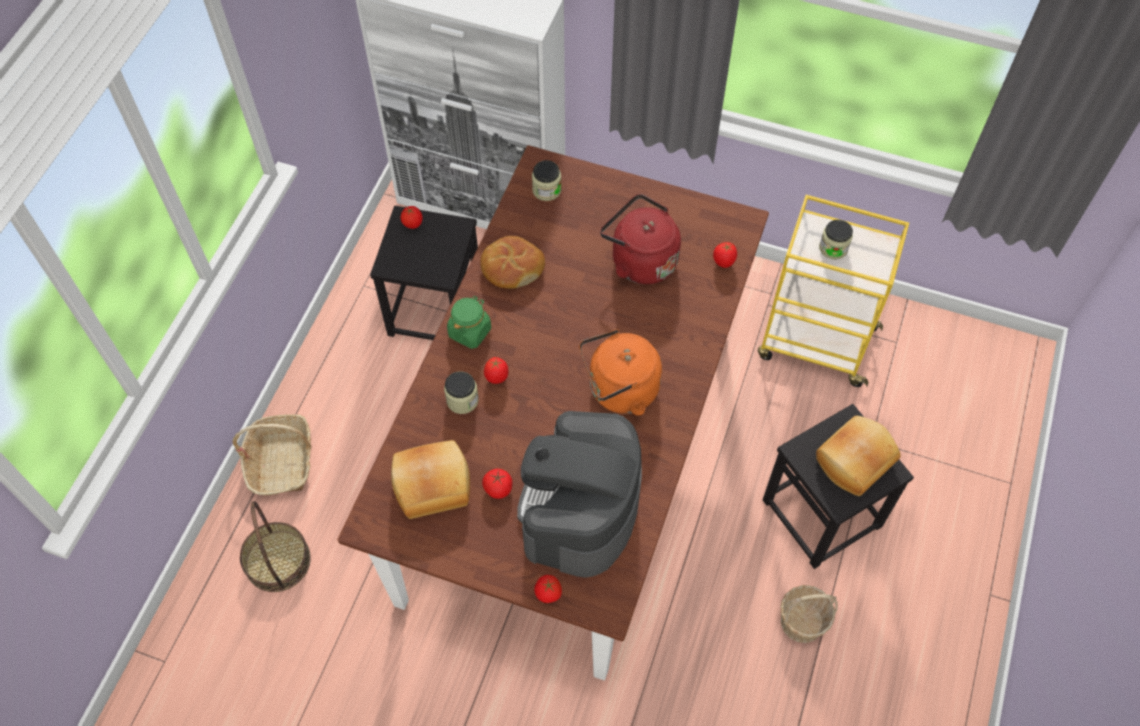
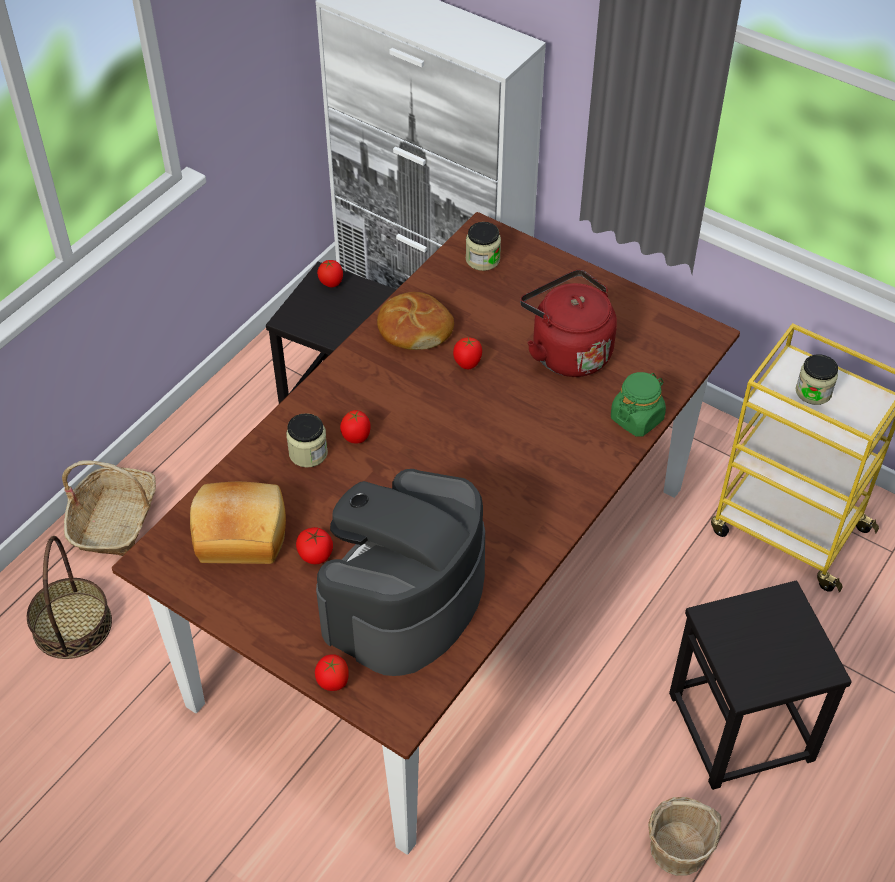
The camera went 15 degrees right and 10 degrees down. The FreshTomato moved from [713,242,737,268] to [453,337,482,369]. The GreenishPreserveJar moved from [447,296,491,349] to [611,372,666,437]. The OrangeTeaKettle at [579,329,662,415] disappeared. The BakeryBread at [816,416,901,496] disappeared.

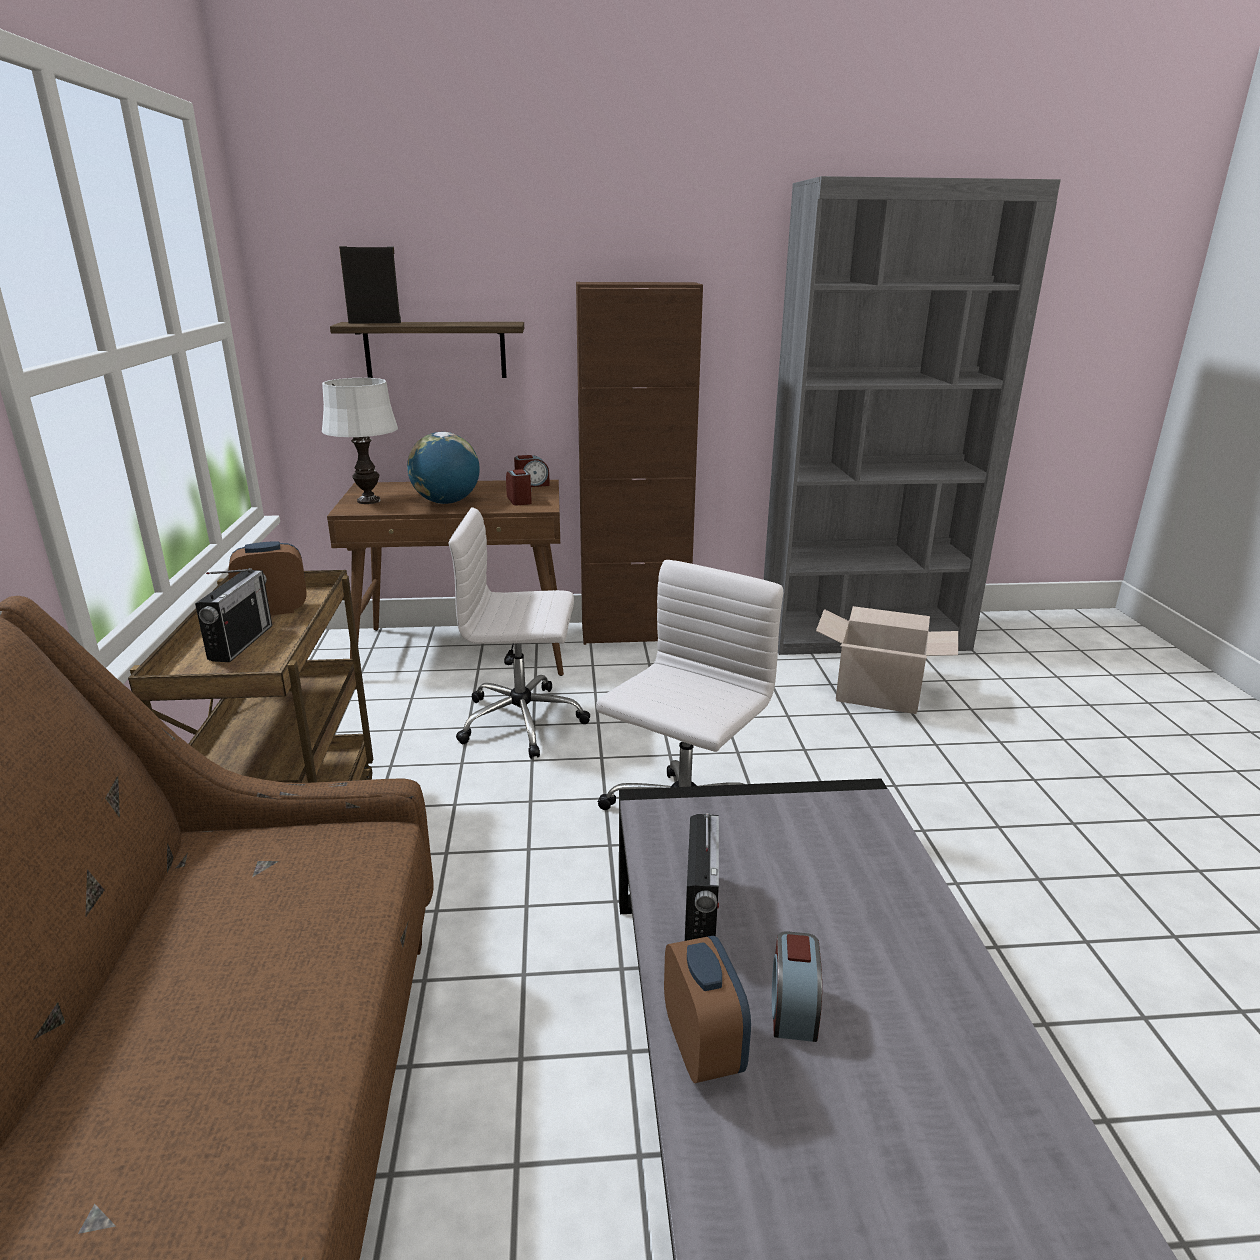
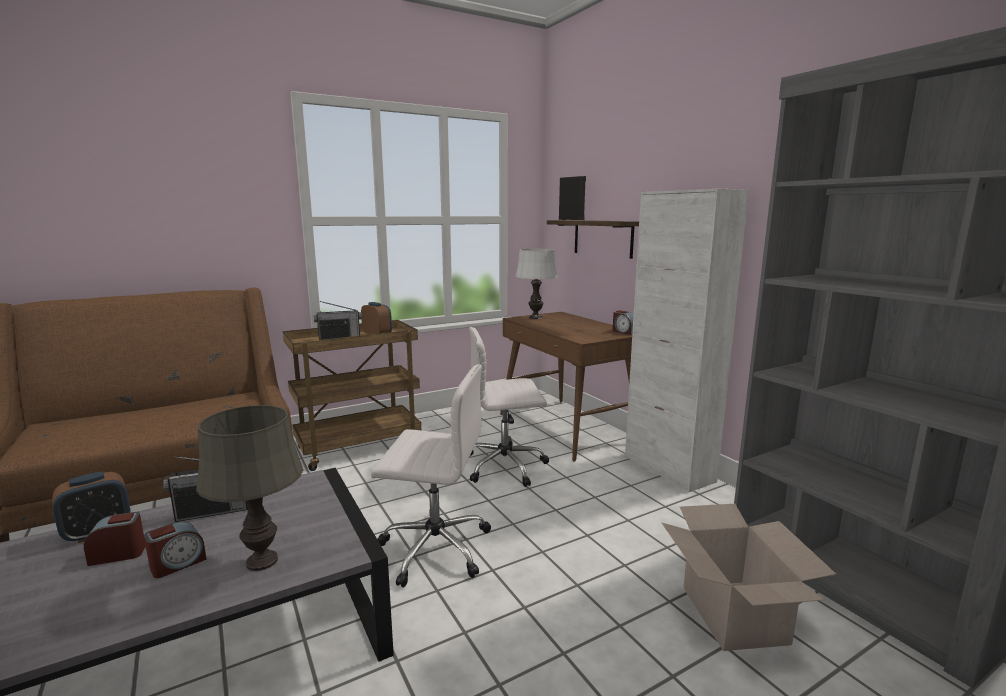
The camera went 65 degrees right and 10 degrees down. The AlarmClock moved from [506,469,532,505] to [144,522,207,578]. The GrayTabletopLamp at [196,405,303,571] appeared. The WhiteOfficeChair at [449,507,590,759] turned 75 degrees counterclockwise. The BrownishCabinet at [576,282,703,645] became the WhiteCabinet at [625,189,749,492]. The Globe at [407,432,480,504] disappeared.

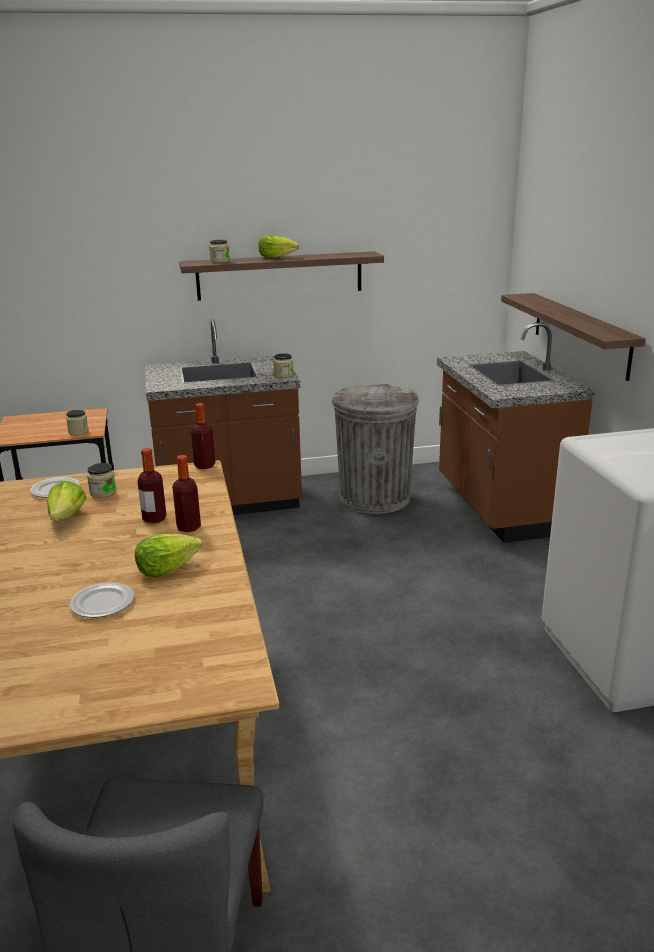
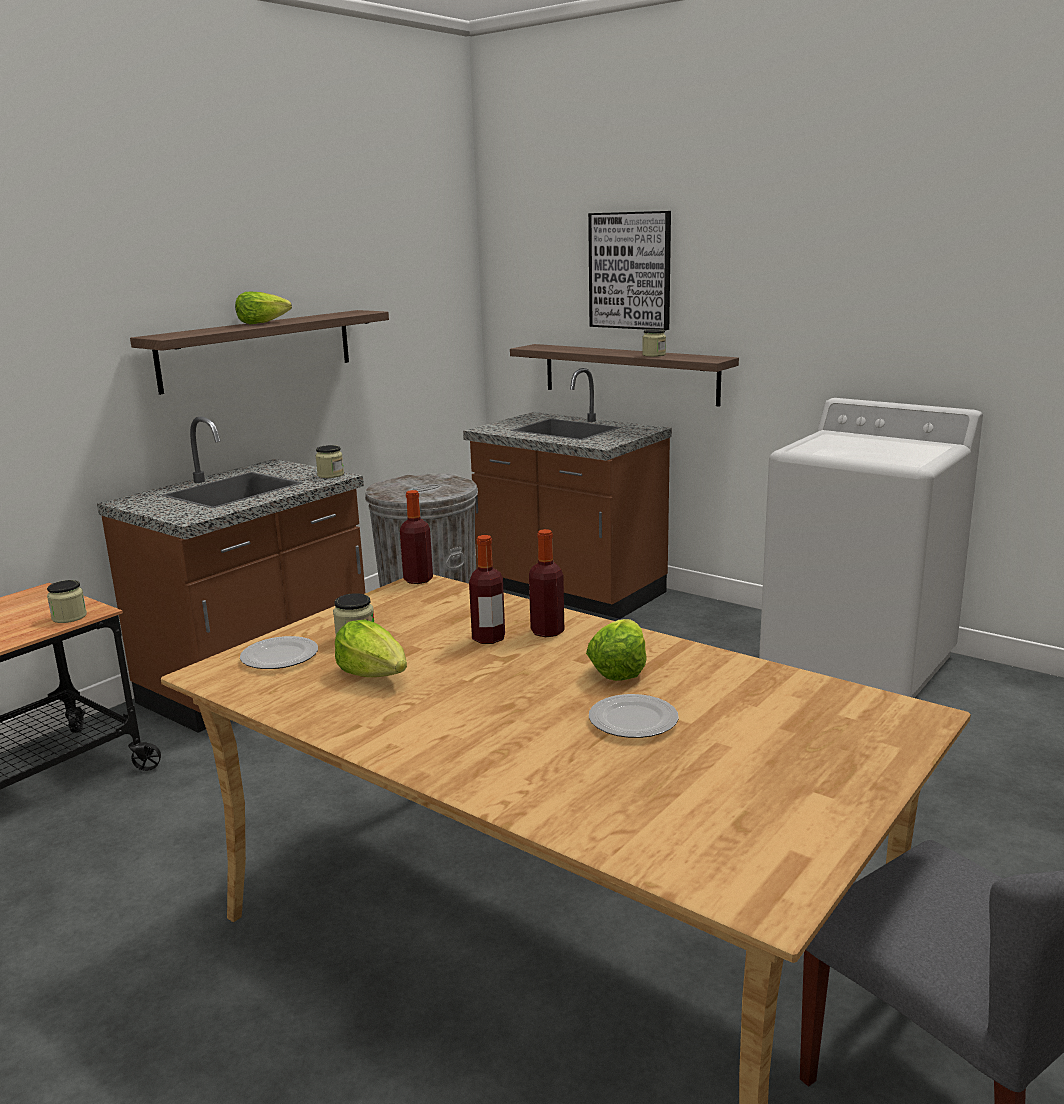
The camera went 40 degrees left and 5 degrees down. The WallPicture at [588,211,671,330] appeared. The PreserveJar moved from [209,240,230,263] to [642,329,666,357].

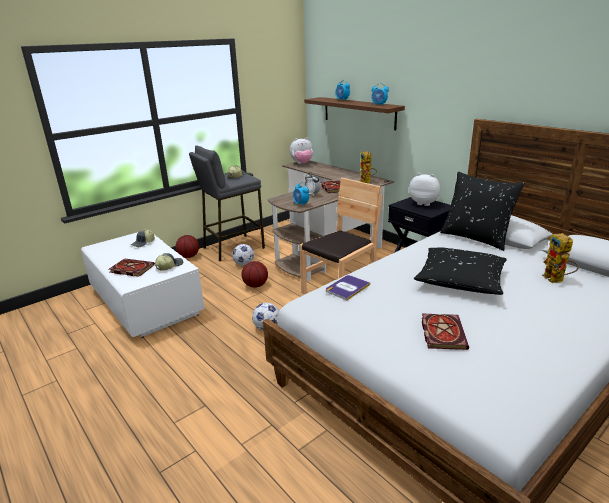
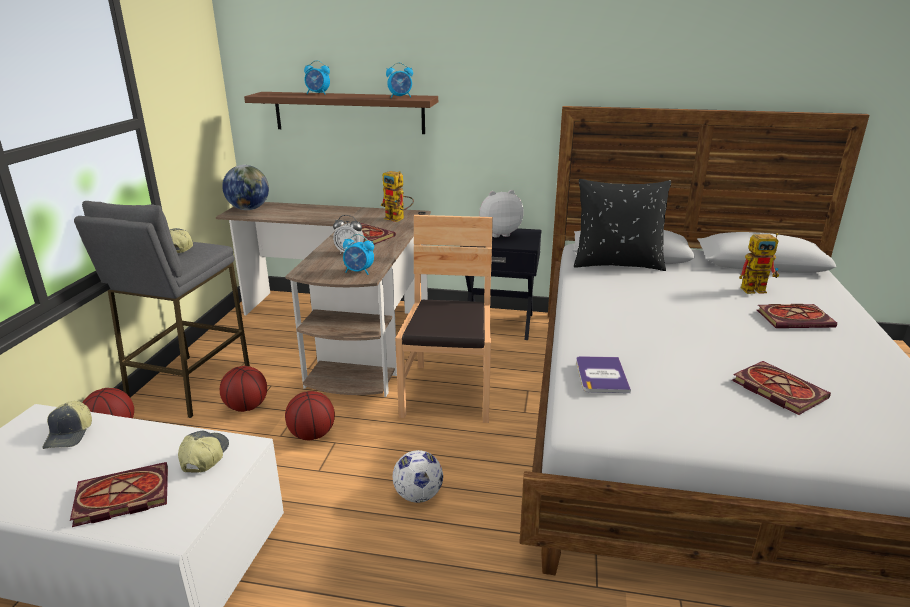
The camera went 40 degrees left and 0 degrees up. The FootballBall at [232,244,254,266] was replaced by the Basketball at [220,366,267,412]. The PlushToy at [290,137,313,164] was replaced by the Globe at [222,165,269,210]. The ToyRobot at [542,233,579,283] turned 45 degrees counterclockwise. The BoundBook at [757,304,837,328] appeared. The BlackThrowPillow at [414,247,507,295] disappeared.

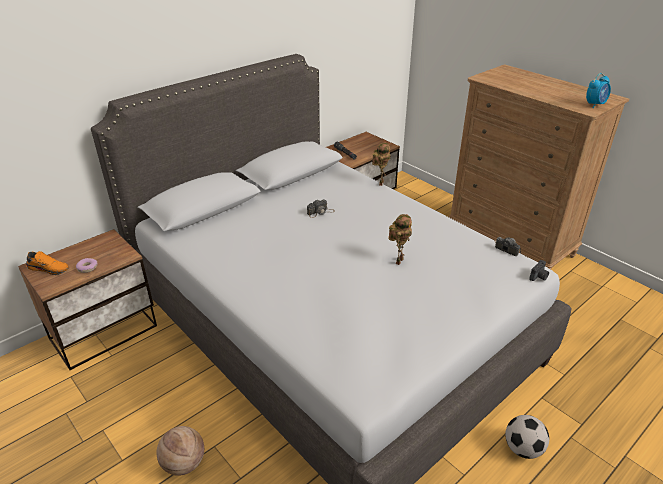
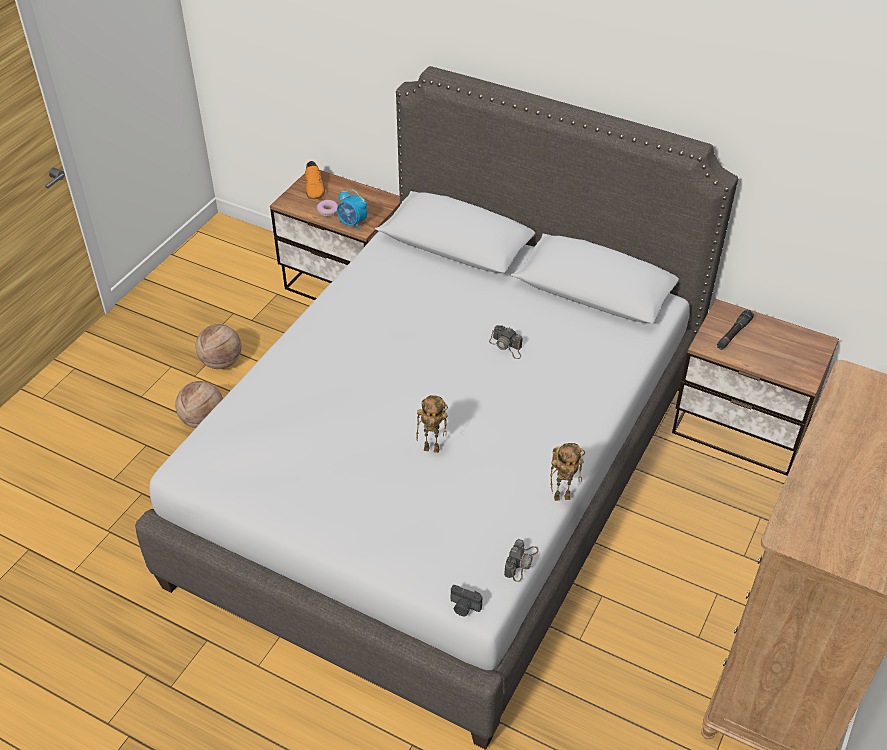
The camera went 70 degrees right and 10 degrees up. The Basketball at [196,324,242,369] appeared. The AlarmClock moved from [586,73,611,108] to [337,189,368,230]. The ToyRobot moved from [372,143,391,186] to [550,443,585,501]. The FootballBall at [505,415,549,459] disappeared.

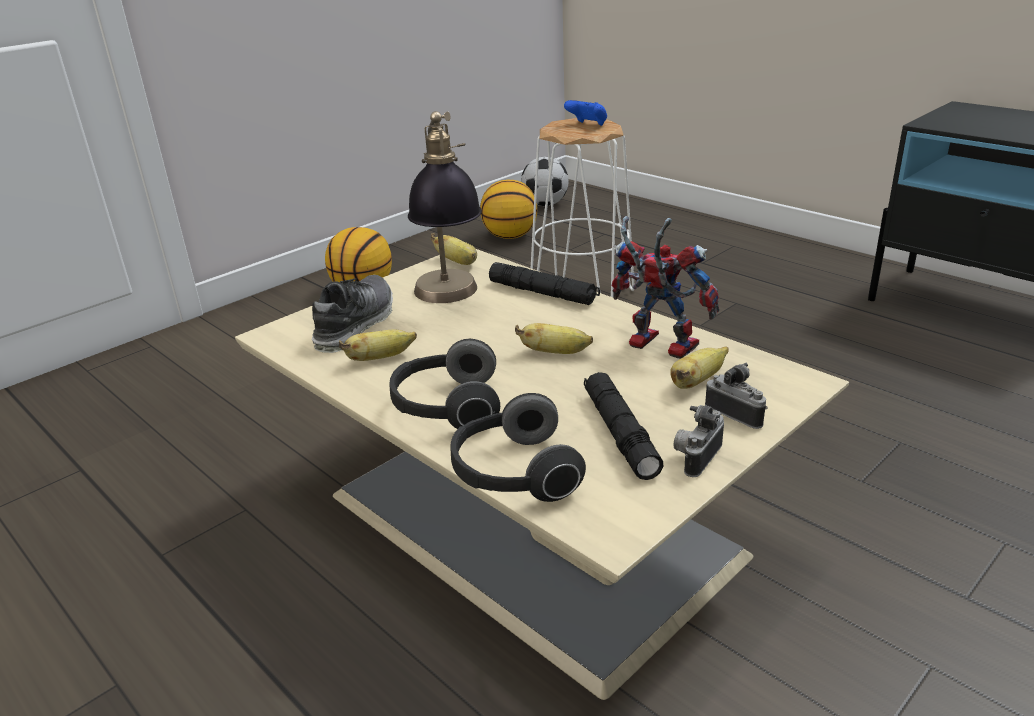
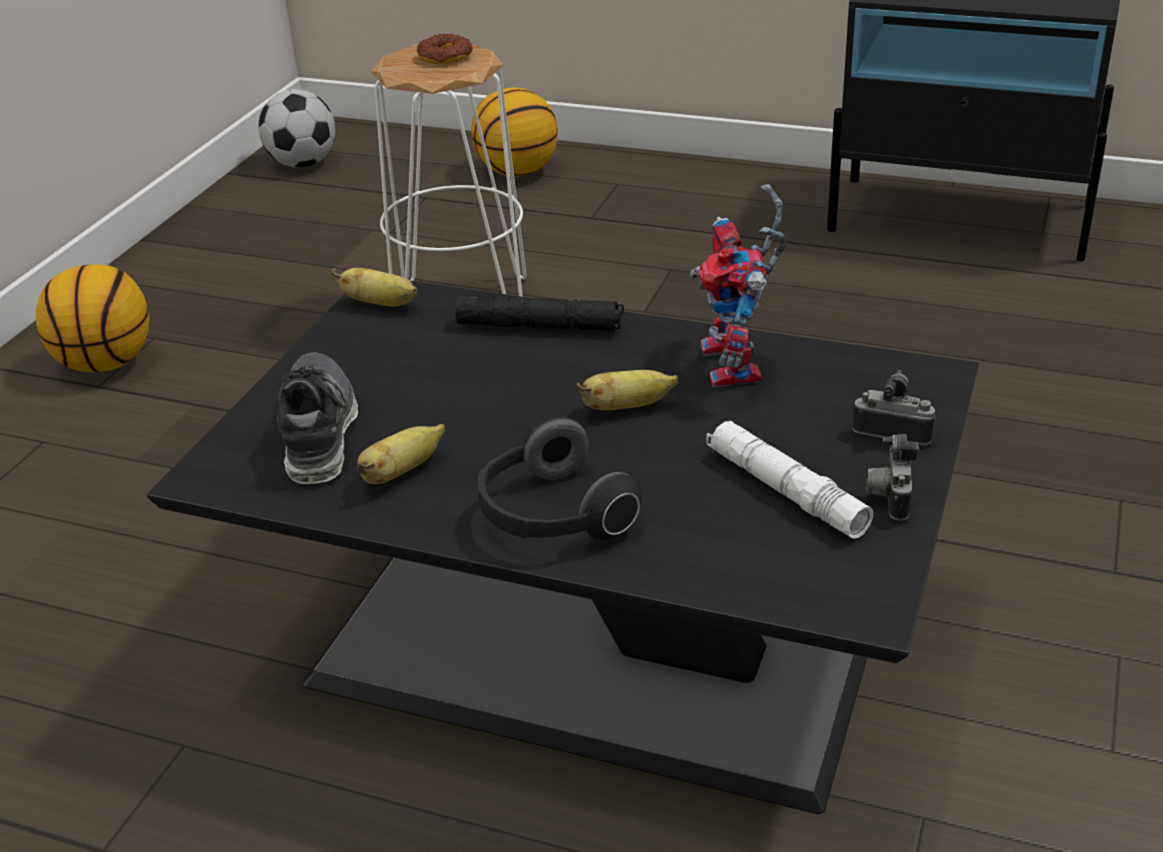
The camera went 25 degrees left and 5 degrees up. The BeigeColouredLowTable at [235,249,849,700] became the BlackLowTable at [147,281,979,814]. The BlueGameController at [564,100,607,126] was replaced by the Donut at [417,34,473,64]. The Basketball moved from [480,180,538,239] to [471,87,558,177]. The ToyRobot at [611,216,719,359] turned 105 degrees counterclockwise. The BlackHandTorch at [584,372,664,480] became the WhiteHandTorch at [706,421,873,539]. The TabletopLamp at [408,111,482,303] disappeared. The PairOfHeadphones at [450,393,586,502] disappeared. The WholeBanana at [671,347,729,389] disappeared.

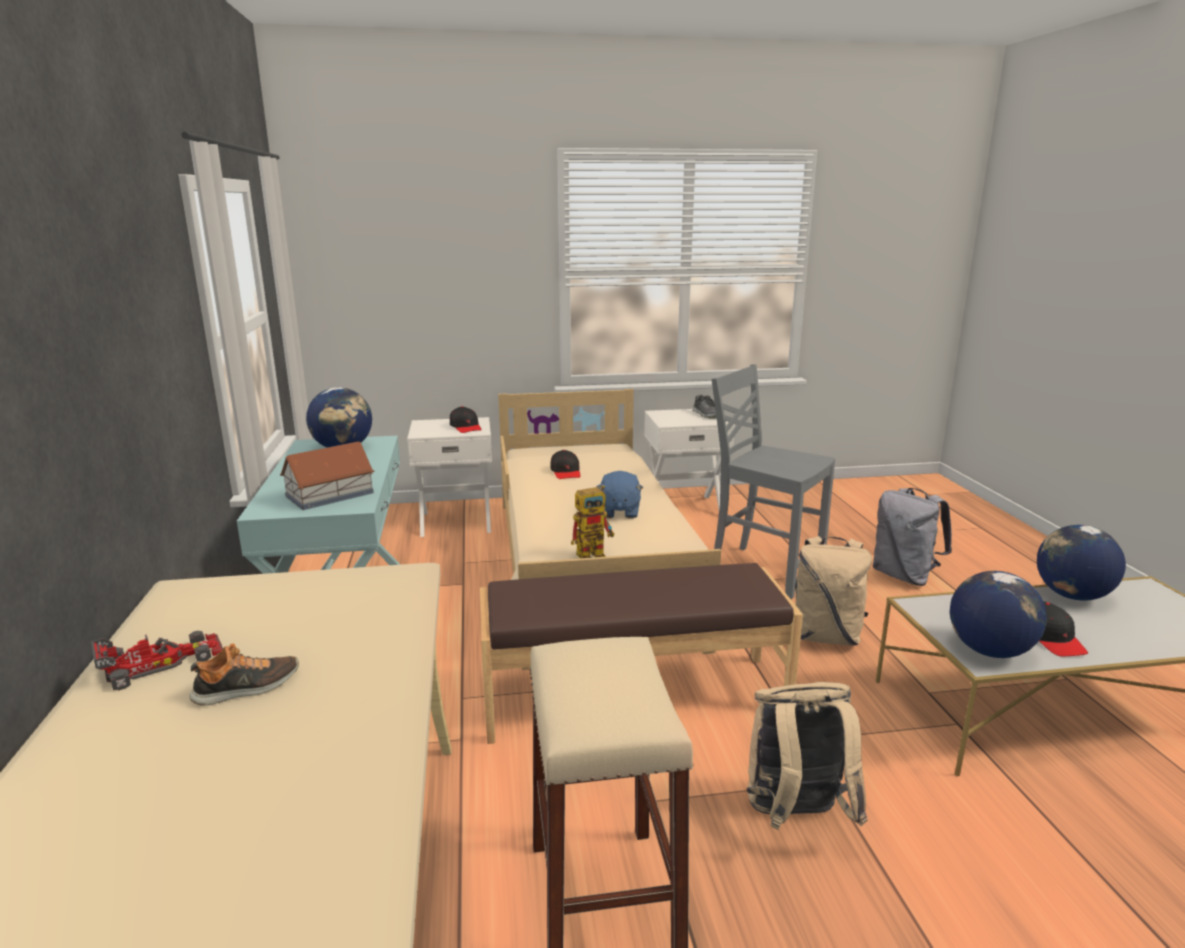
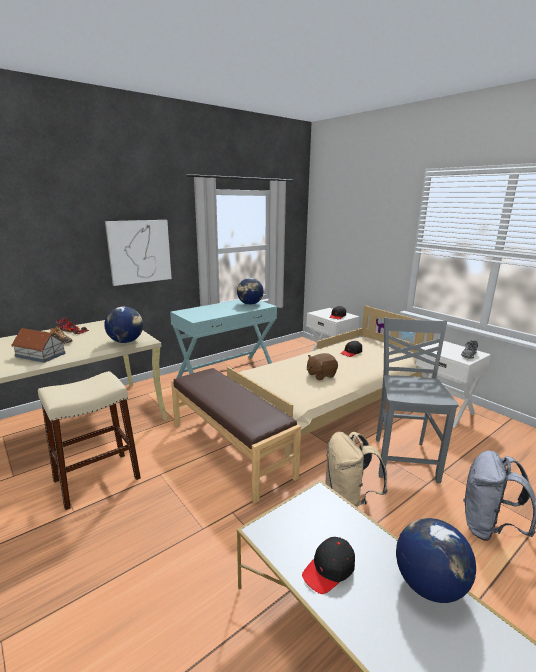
The camera went 60 degrees right and 0 degrees up. The ModelHouse moved from [280,441,374,510] to [11,328,65,363]. The Globe moved from [950,571,1047,658] to [104,307,143,343]. The WallPicture at [105,220,172,286] appeared. The BluePlushToy at [597,471,643,518] became the BrownishPlushToy at [307,353,338,380]. The ToyRobot at [571,485,614,559] disappeared. The BeigeColouredBackpack at [747,682,868,830] disappeared.

